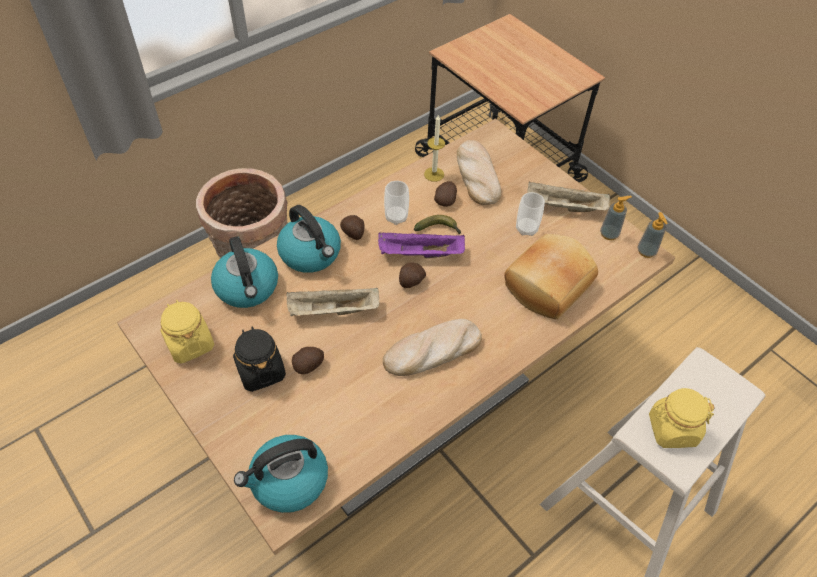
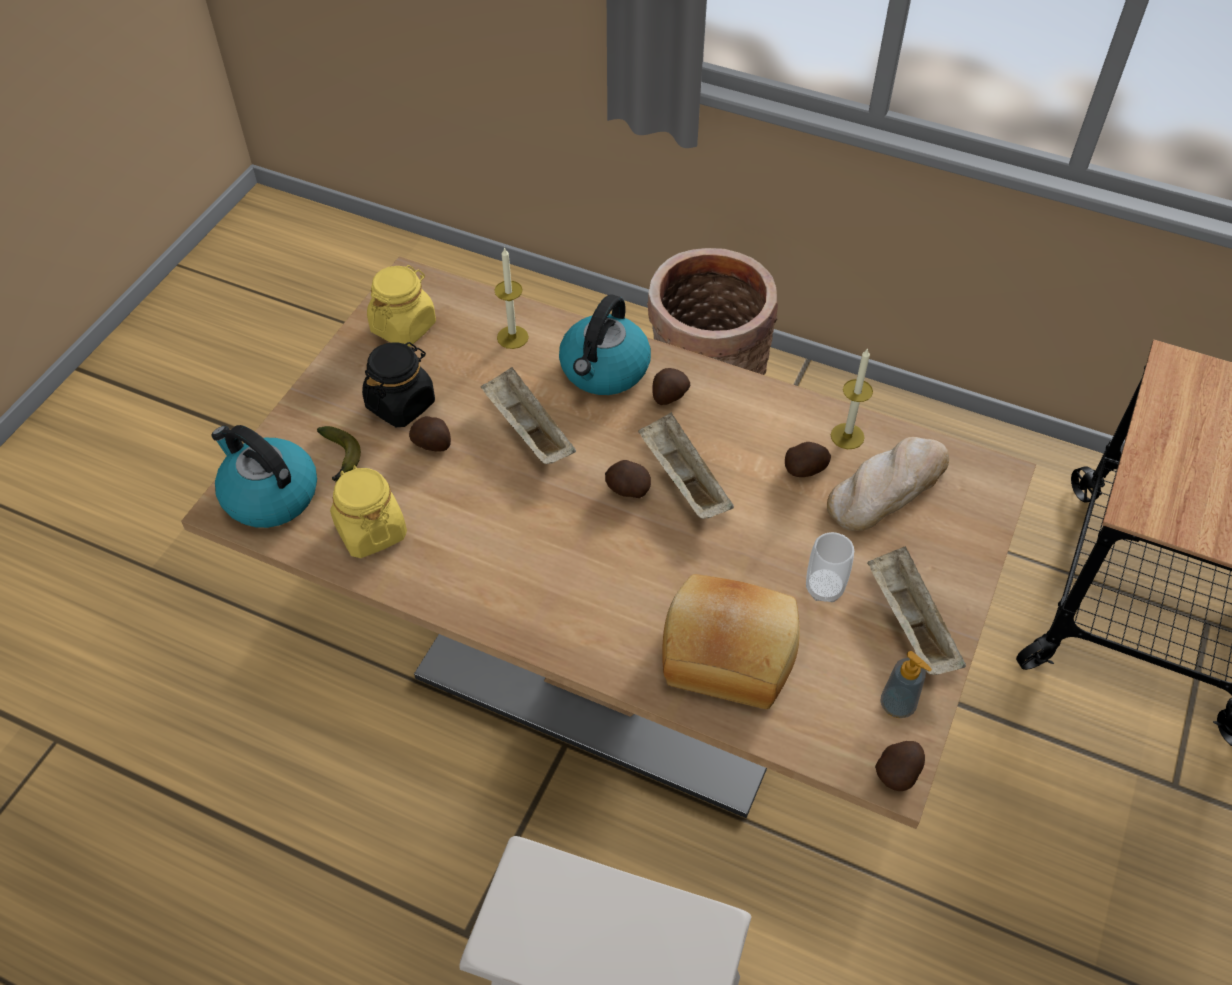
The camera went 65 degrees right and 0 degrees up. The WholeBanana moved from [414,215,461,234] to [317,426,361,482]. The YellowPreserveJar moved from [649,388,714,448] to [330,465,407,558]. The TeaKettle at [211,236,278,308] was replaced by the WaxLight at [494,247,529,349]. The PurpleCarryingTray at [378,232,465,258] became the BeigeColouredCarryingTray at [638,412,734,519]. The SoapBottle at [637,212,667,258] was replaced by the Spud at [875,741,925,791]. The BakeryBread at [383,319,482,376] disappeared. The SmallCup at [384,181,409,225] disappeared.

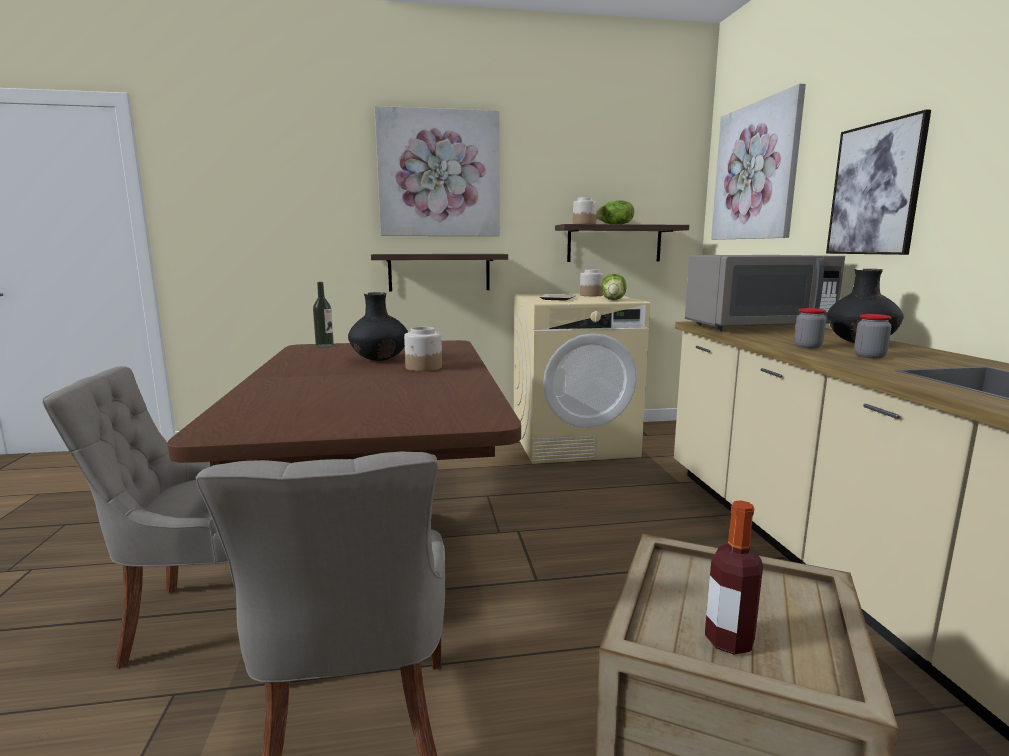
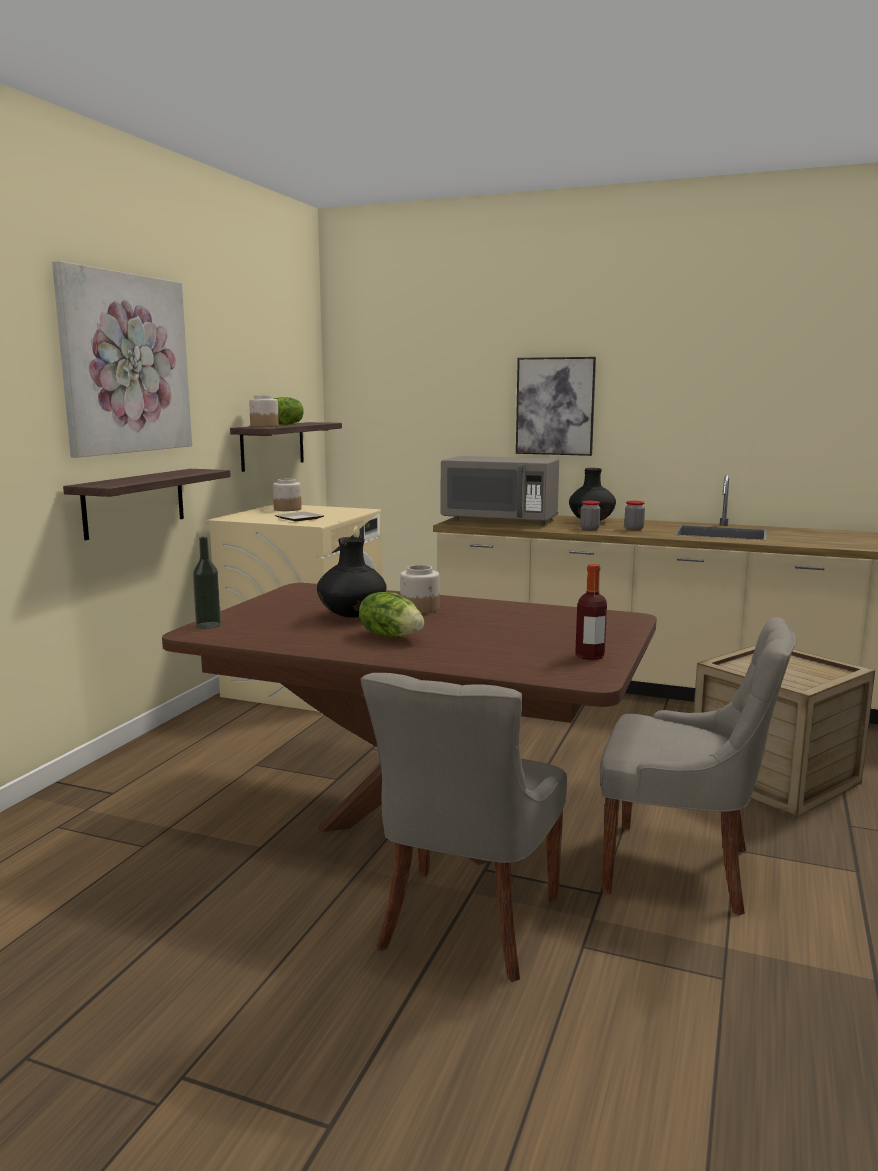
The camera went 60 degrees left and 0 degrees up. The LettuceHead moved from [601,274,627,300] to [359,592,424,638]. The GrayMicrowave at [685,255,845,331] turned 90 degrees clockwise. The Bottle moved from [705,500,763,655] to [575,564,607,660]. The WallPicture at [711,83,806,240] disappeared.

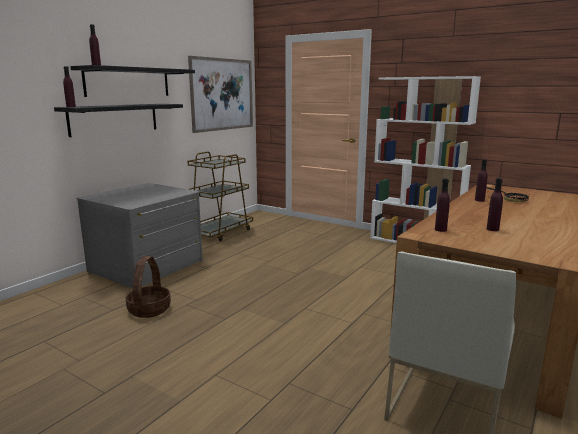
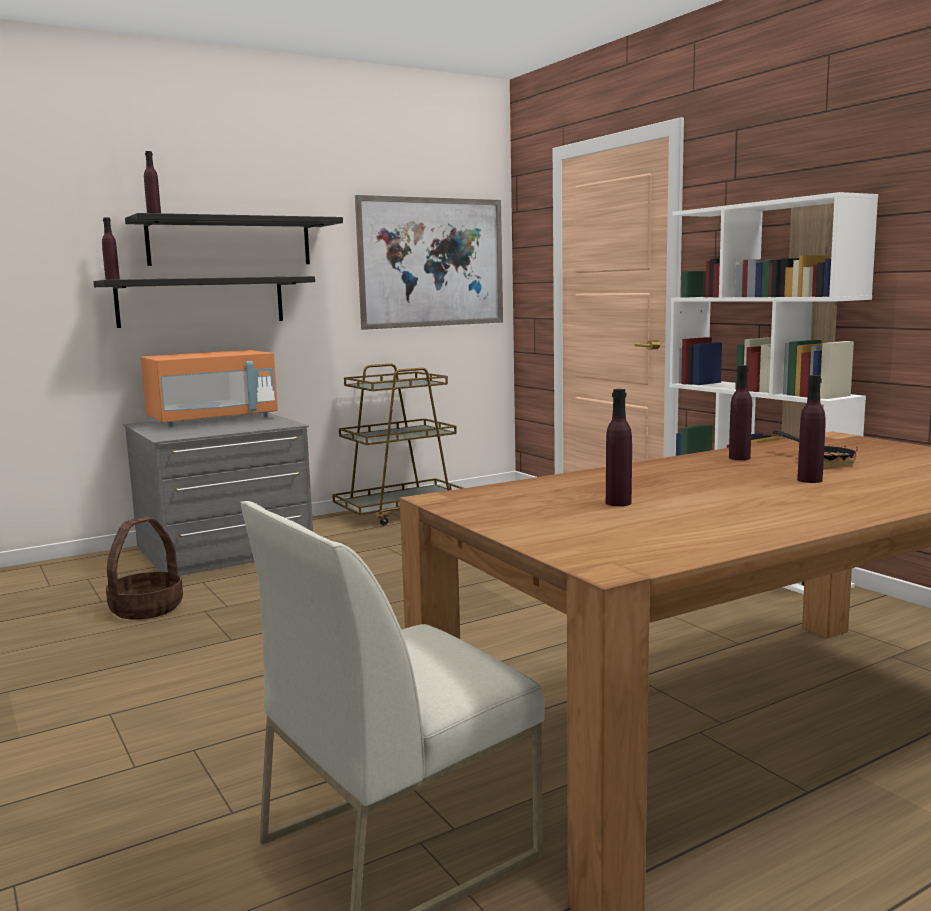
The camera went 25 degrees right and 5 degrees down. The OrangeMicrowave at [141,350,278,427] appeared. The PurpleBottle moved from [435,178,450,232] to [797,375,826,483].

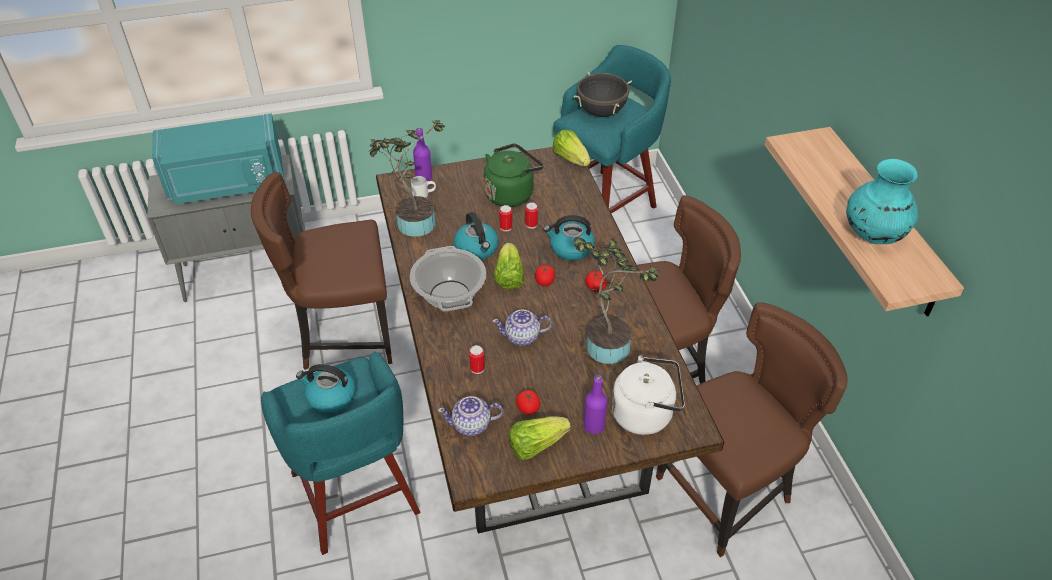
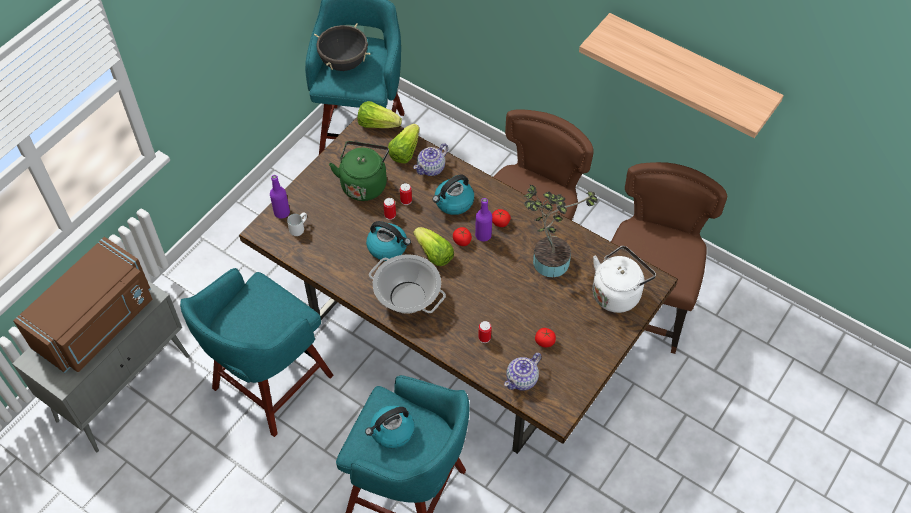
The camera went 40 degrees left and 10 degrees up. The TurquoiseMicrowave at [152,114,285,204] became the BrownishMicrowave at [13,237,152,373]. The BrownishPlainChair at [251,172,392,370] was replaced by the TurquoiseStoolSeat at [180,268,334,437]. The LettuceHead moved from [509,416,571,460] to [388,124,420,164]. The TeaPot moved from [492,310,552,346] to [413,143,448,176]. The PurpleBottle moved from [583,375,607,434] to [475,198,492,242]. The Houseplant at [368,120,445,237] disappeared. The TurquoiseVase at [846,159,918,244] disappeared.

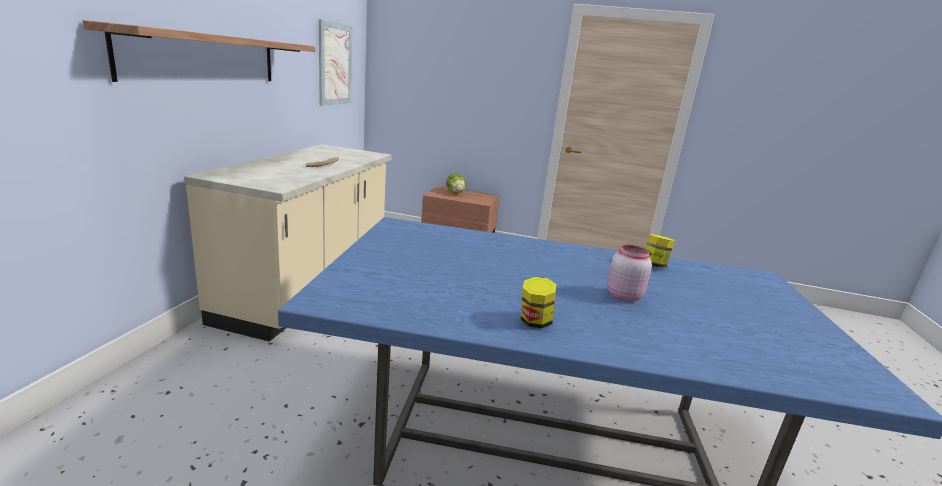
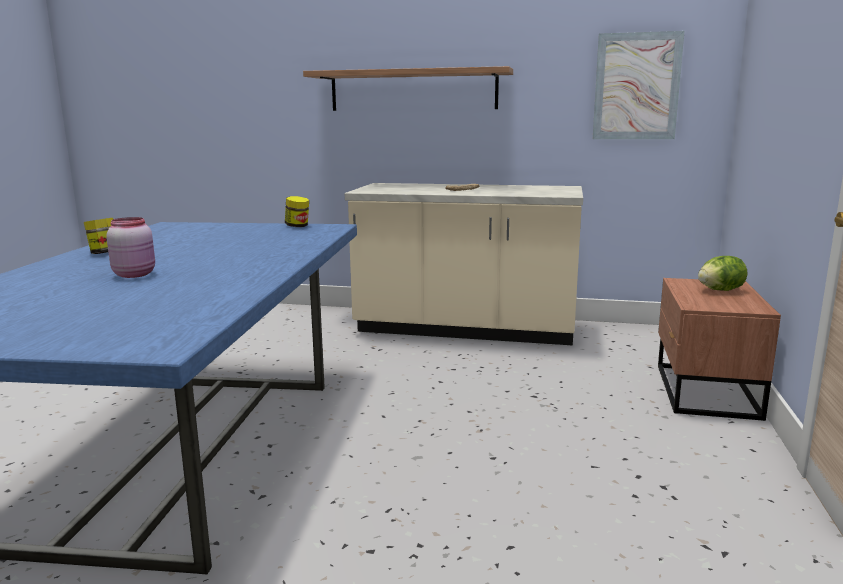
The camera went 90 degrees right and 5 degrees down. The PreserveJar moved from [646,234,675,268] to [285,196,309,227].

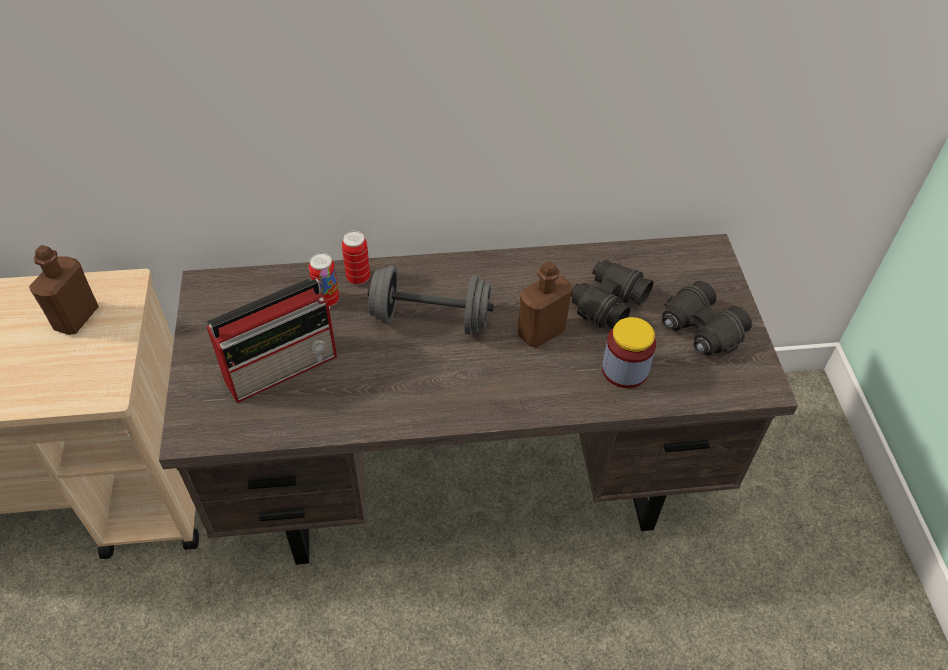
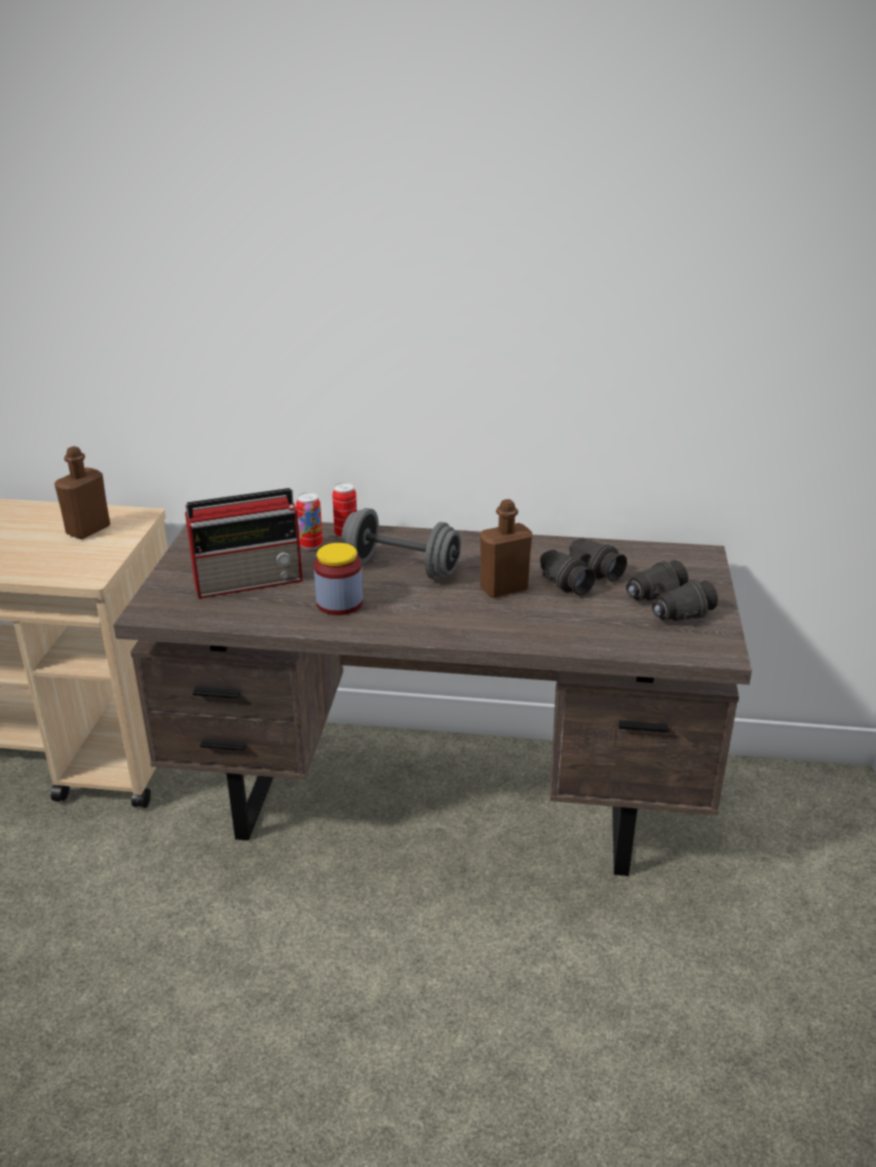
The camera went 15 degrees right and 20 degrees down. The PreserveJar moved from [602,317,656,388] to [314,543,363,615].

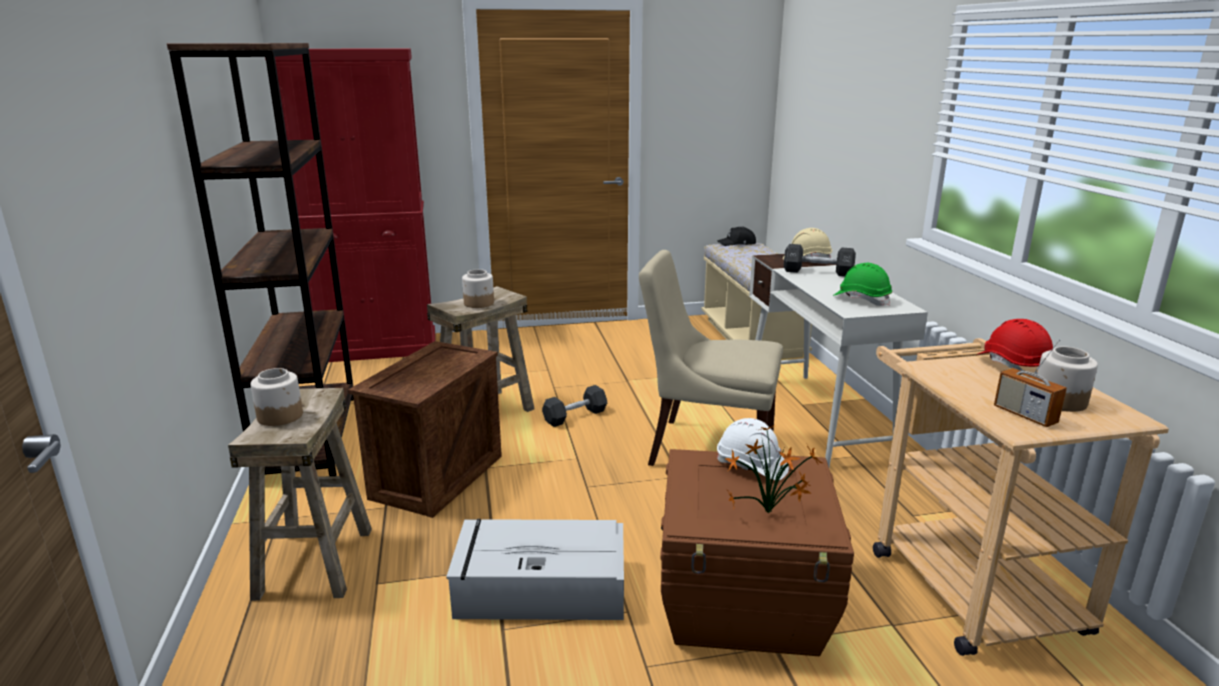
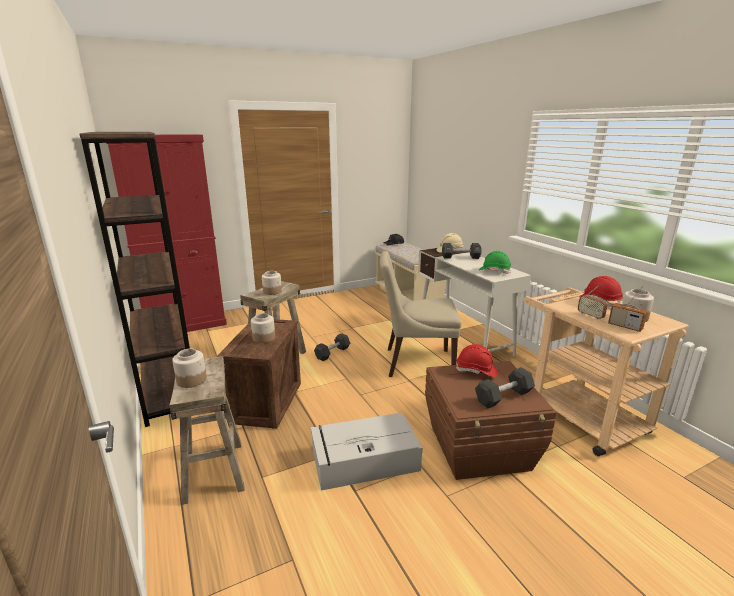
The camera went 15 degrees left and 0 degrees up. The PreserveJar at [251,313,275,343] appeared. The WhiteHardHat at [717,418,789,480] became the RedHardHat at [455,344,498,378]. The Houseplant at [725,425,822,513] was replaced by the BlackHandWeight at [475,367,535,408]. The RadioSet at [578,285,608,320] appeared.

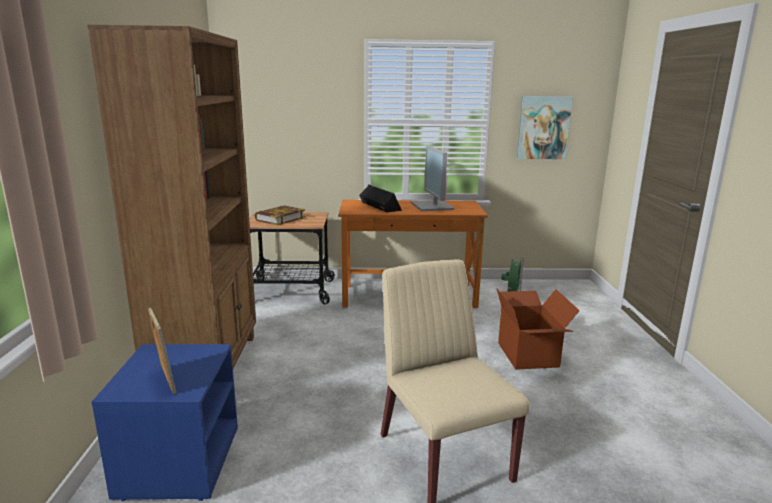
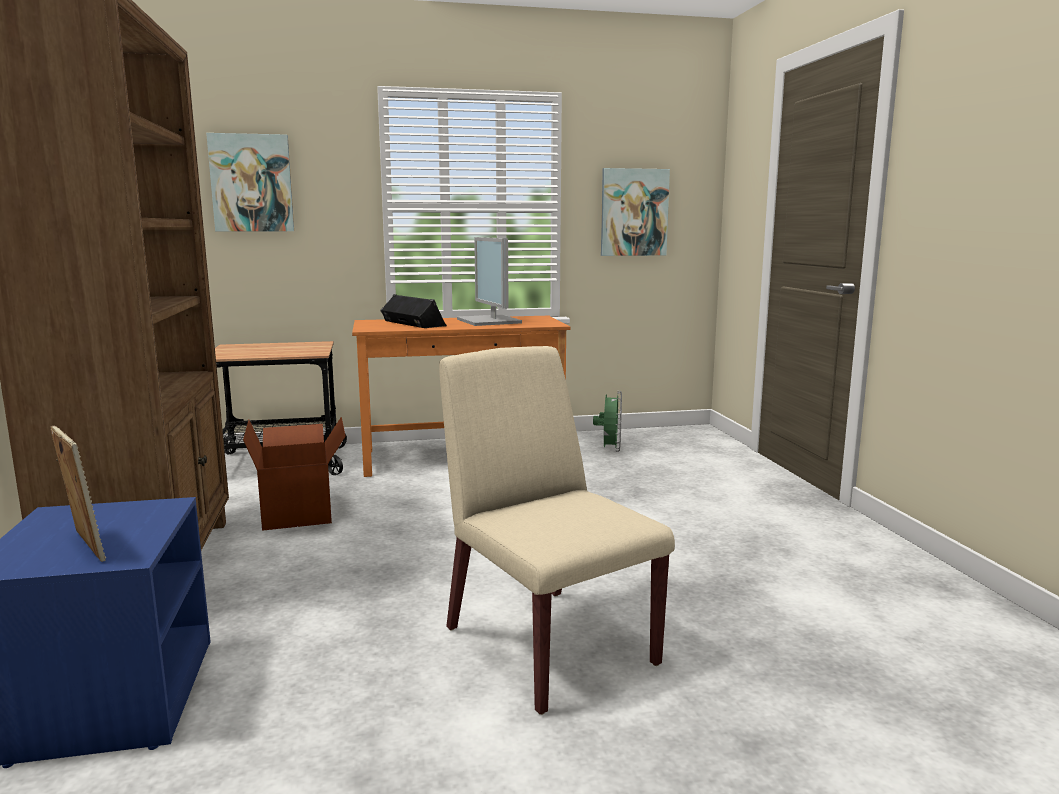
The camera went 10 degrees left and 5 degrees down. The WallPicture at [206,133,294,231] appeared. The Carton moved from [497,289,580,370] to [243,417,346,531]. The BoundBook at [255,205,306,225] disappeared.

